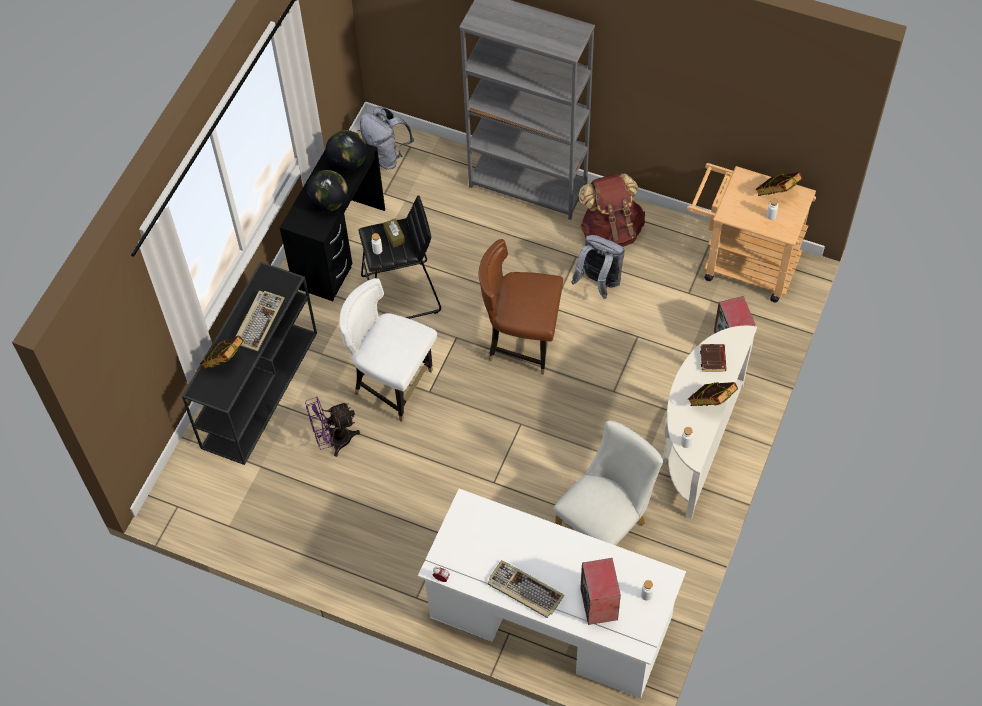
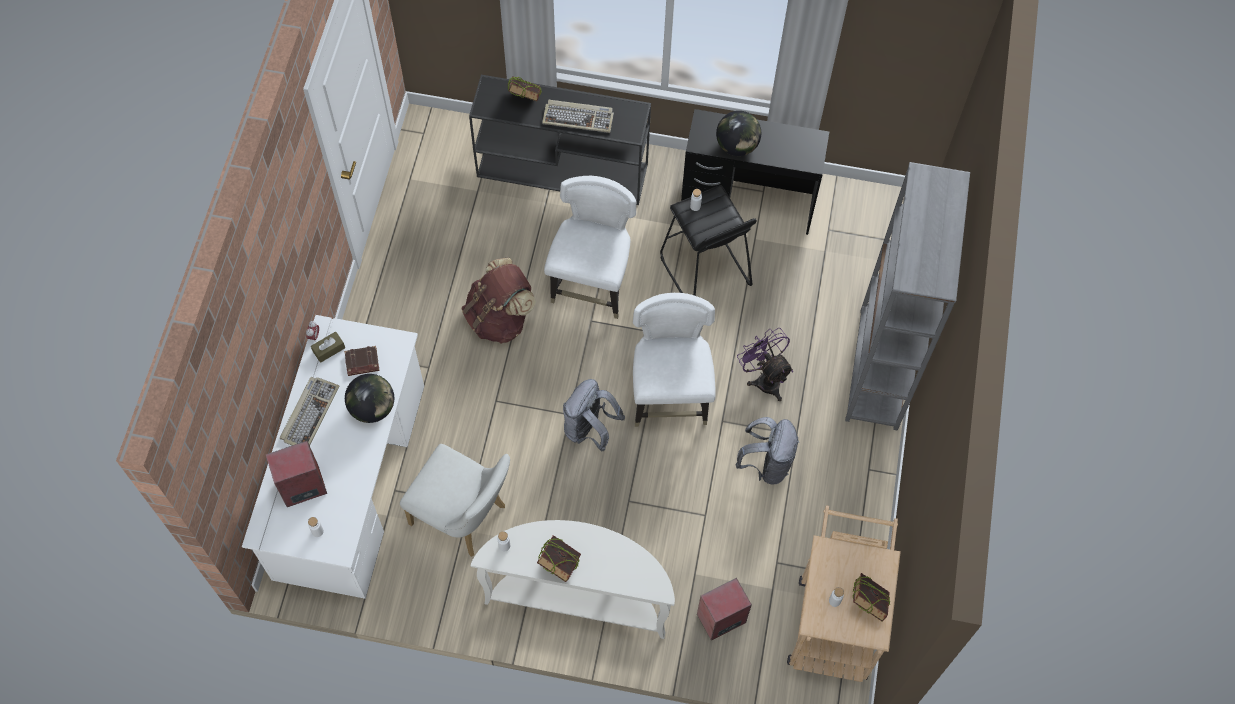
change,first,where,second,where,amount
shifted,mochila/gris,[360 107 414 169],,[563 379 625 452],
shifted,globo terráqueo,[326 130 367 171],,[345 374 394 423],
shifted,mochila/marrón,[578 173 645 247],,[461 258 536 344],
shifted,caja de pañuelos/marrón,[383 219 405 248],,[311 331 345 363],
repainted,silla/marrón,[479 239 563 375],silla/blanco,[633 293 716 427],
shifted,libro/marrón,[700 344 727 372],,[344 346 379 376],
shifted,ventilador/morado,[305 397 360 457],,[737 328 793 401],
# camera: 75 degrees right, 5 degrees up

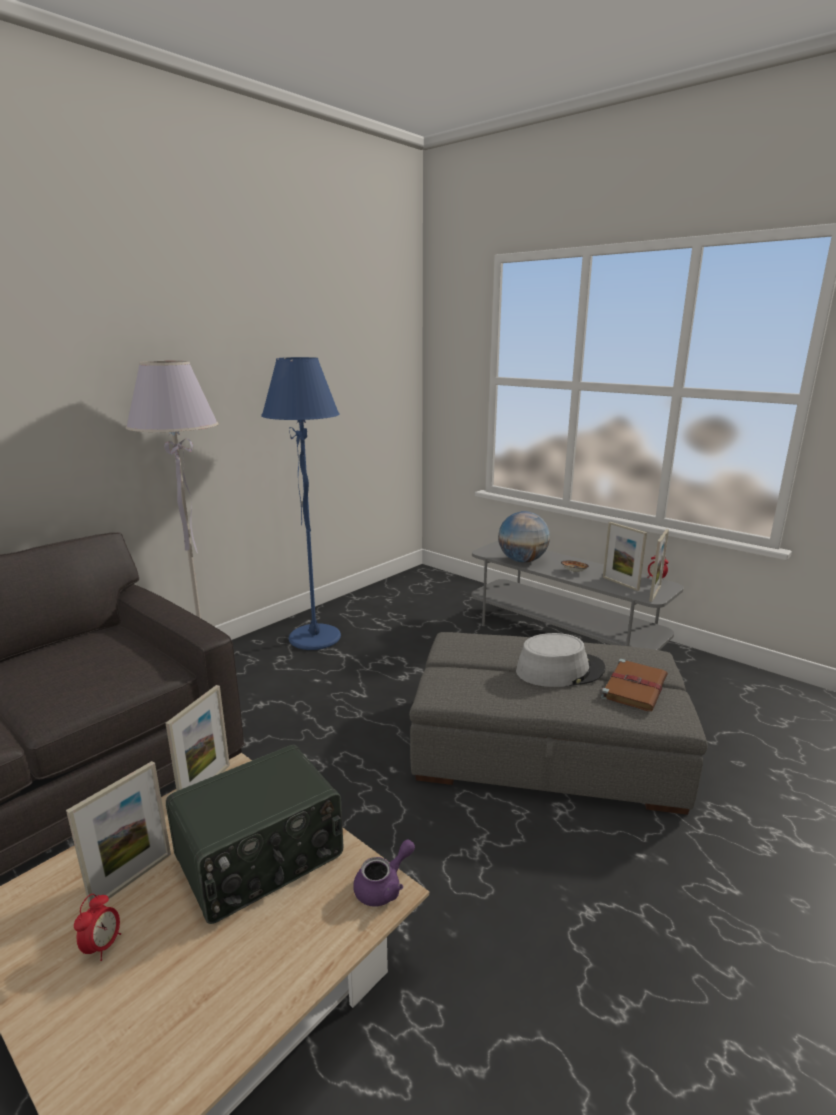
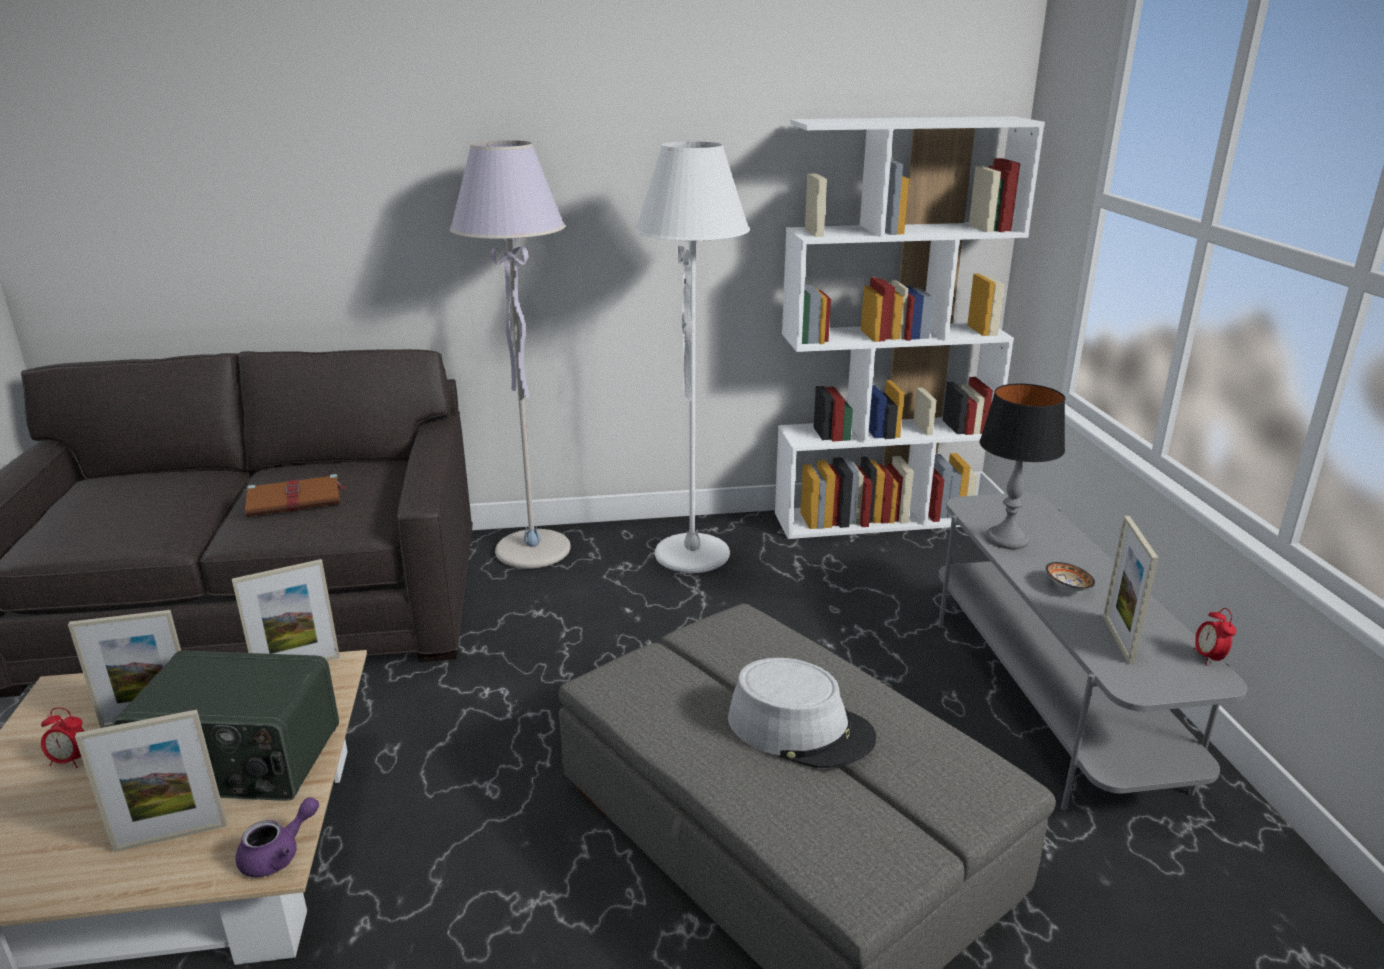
change,first,where,second,where,amount
repainted,lámpara de pie/azul,[261 357 341 650],lámpara de pie/blanco,[635 141 750 573],
swapped,globo terráqueo,[498 511 550 563],lámpara de mesa,[980 383 1065 549],
shifted,portarretratos,[649 529 669 602],,[75 710 227 852],
shifted,libro/marrón,[601 659 668 711],,[245 474 346 517],
rotated,tetera/morado,[353 839 415 907],,[236 797 319 877],45 degrees counterclockwise
rotated,despertador,[74 894 121 961],,[41 707 84 768],45 degrees clockwise
new,,,estantería/blanco,[775 116 1045 539],
# camera: 40 degrees right, 5 degrees up

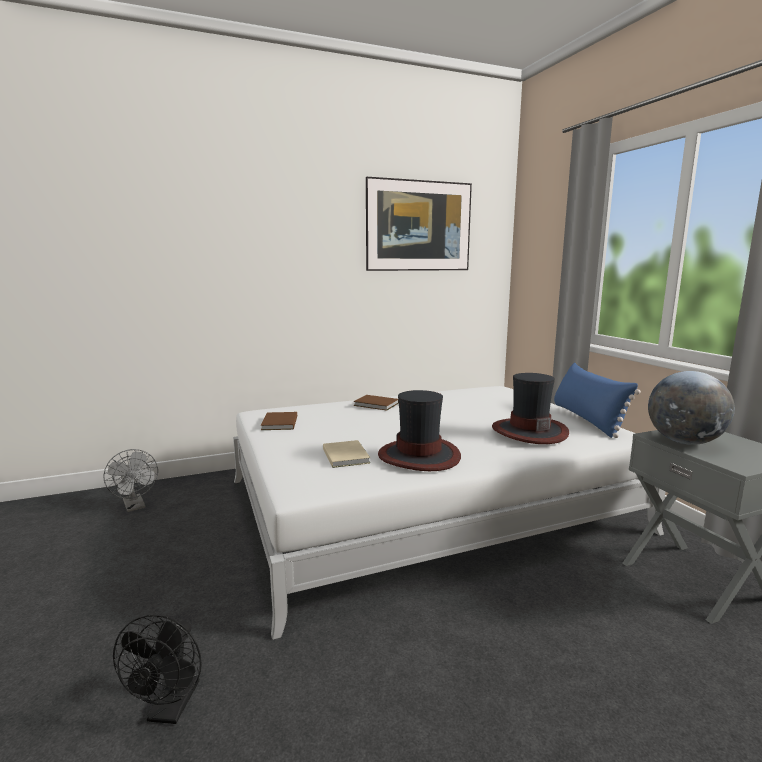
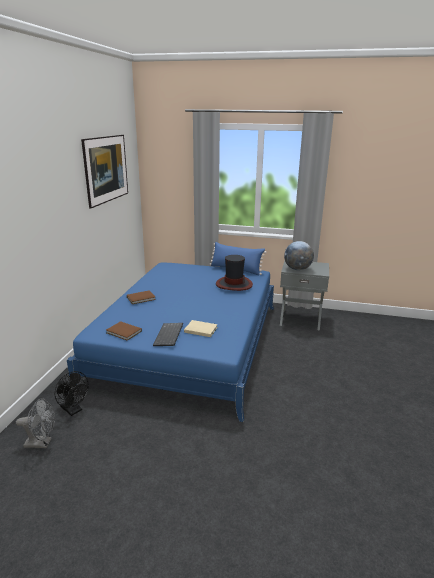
change,first,where,second,where,amount
repainted,cama/blanco,[233 386 665 640],cama/azul,[67 263 274 422],
gone,sombrero,[378 390 461 471],,,
shifted,ventilador/negro,[113 615 202 724],,[55 371 88 416],
new,,,teclado,[153 323 183 346],
# camera: 55 degrees left, 10 degrees up

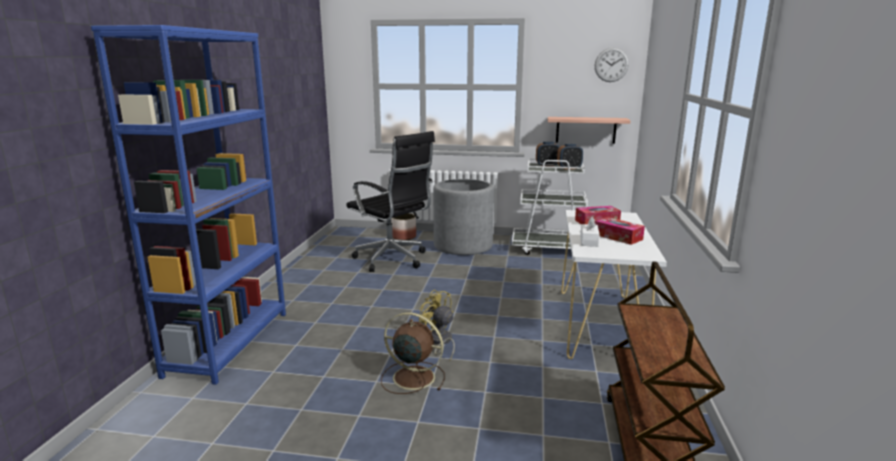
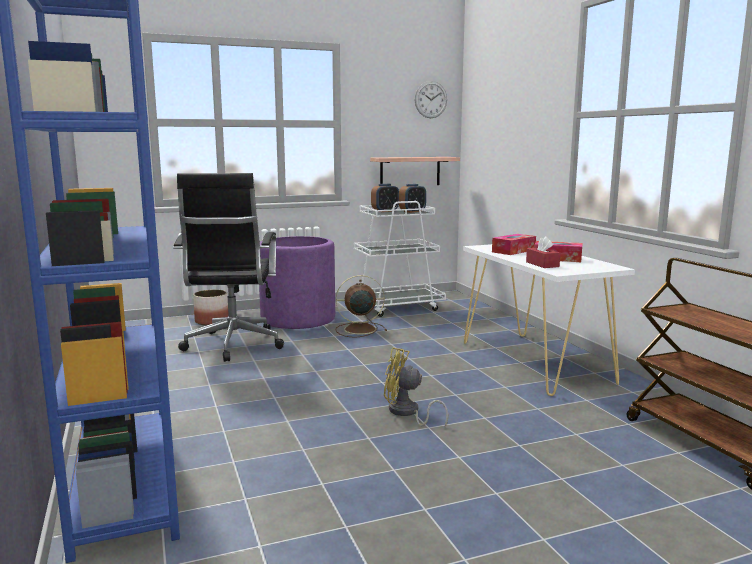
change,first,where,second,where,amount
rotated,silla de oficina/negro,[346 131 435 272],,[173 173 284 362],75 degrees clockwise
repainted,maceta/gris,[433 179 494 255],maceta/morado,[259 236 335 329],
repainted,caja de pañuelos/blanco,[580 216 599 247],caja de pañuelos/rojo,[526 236 560 268],
shifted,ventilador/marrón,[381 312 445 394],,[335 275 387 338],
# camera: 30 degrees left, 5 degrees down

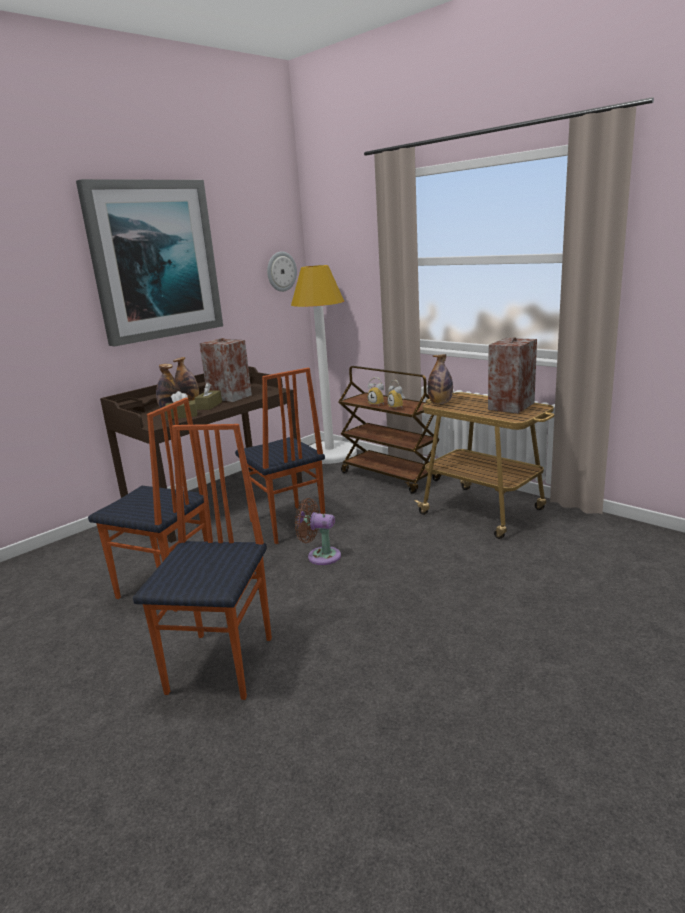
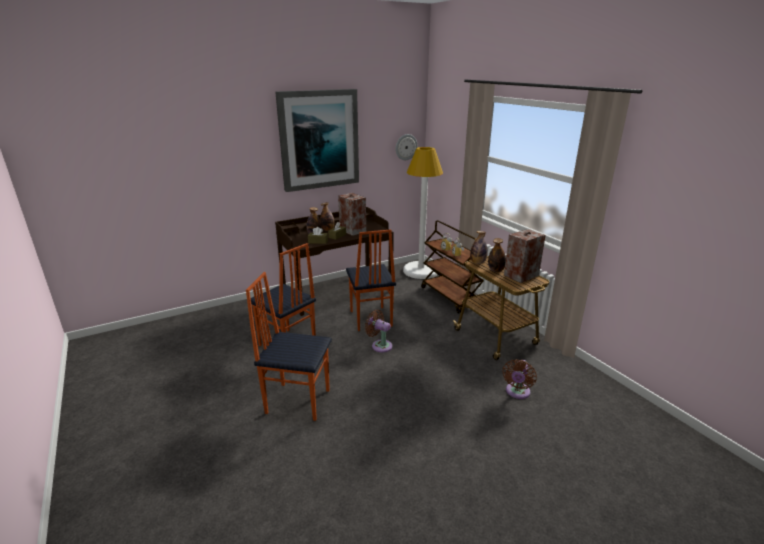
change,first,where,second,where,amount
rotated,silla,[133 424 272 700],,[246 272 332 421],105 degrees counterclockwise
new,,,botella,[488 238 506 272],
new,,,ventilador/marrón,[503 359 537 399],
# camera: 15 degrees right, 5 degrees up

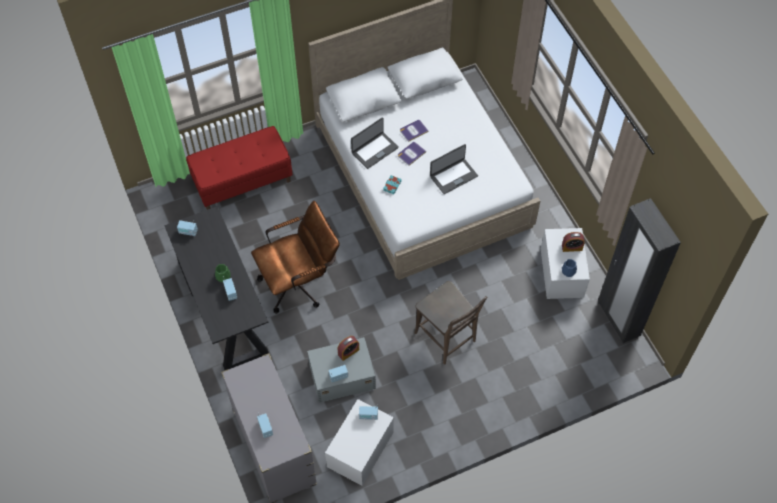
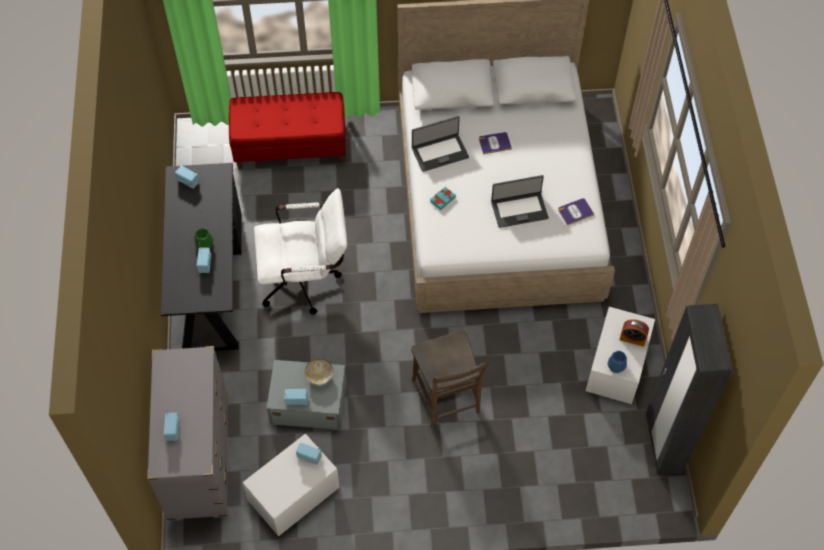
change,first,where,second,where,amount
shifted,libro,[398 142 426 166],,[558 198 595 226],
repainted,silla de oficina/marrón,[251 201 340 314],silla de oficina/blanco,[254 188 347 315],
swapped,despertador,[337 336 359 361],cuenco,[305 359 333 385],
# camera: 20 degrees right, 0 degrees up

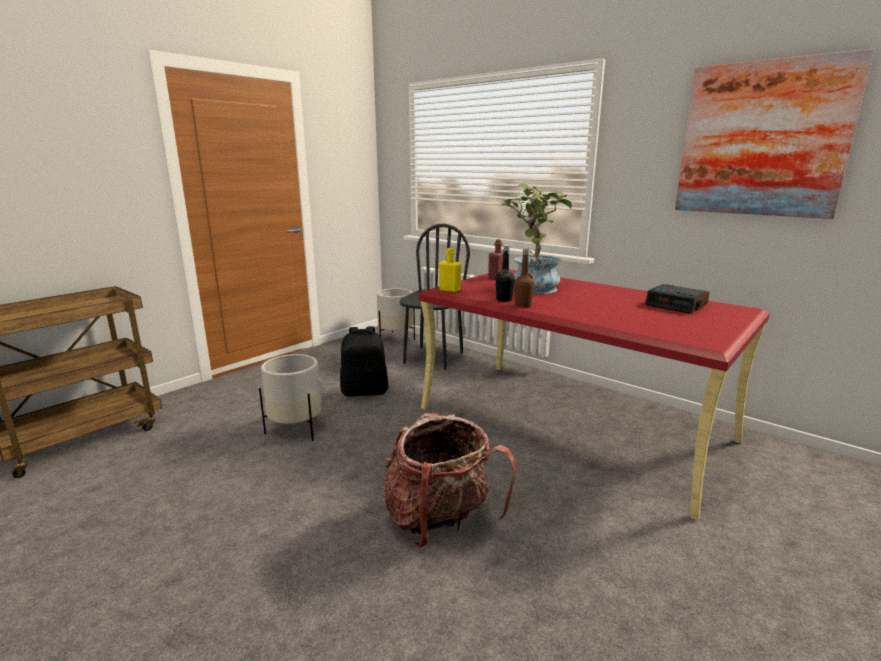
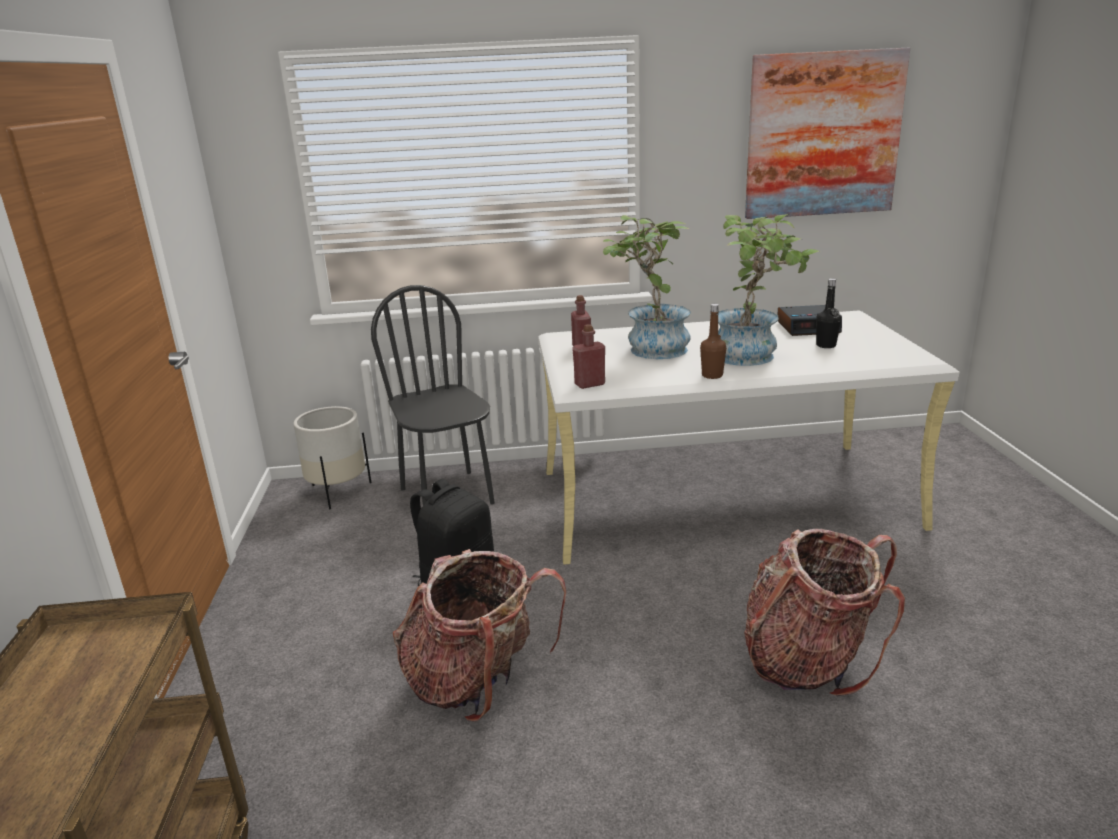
change,first,where,second,where,amount
shifted,botella/negro,[496 245 515 302],,[816 278 841 348],
repainted,botella/amarillo,[439 248 461 292],botella/rojo,[572 324 605 389],
repainted,escritorio/rojo,[418 269 770 520],escritorio/blanco,[538 310 960 565],
swapped,maceta/blanco,[259 354 322 441],mochila,[393 549 566 722],
new,,,planta en maceta,[718 214 819 366],
# camera: 45 degrees left, 5 degrees up

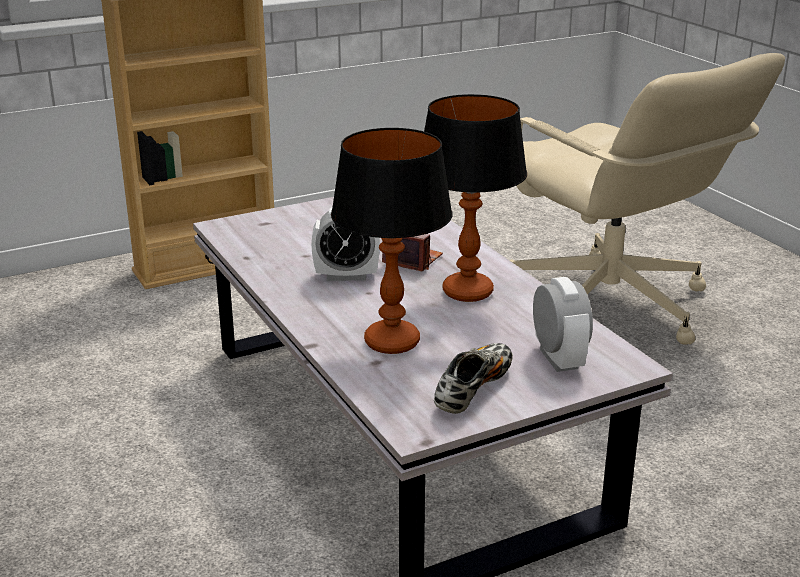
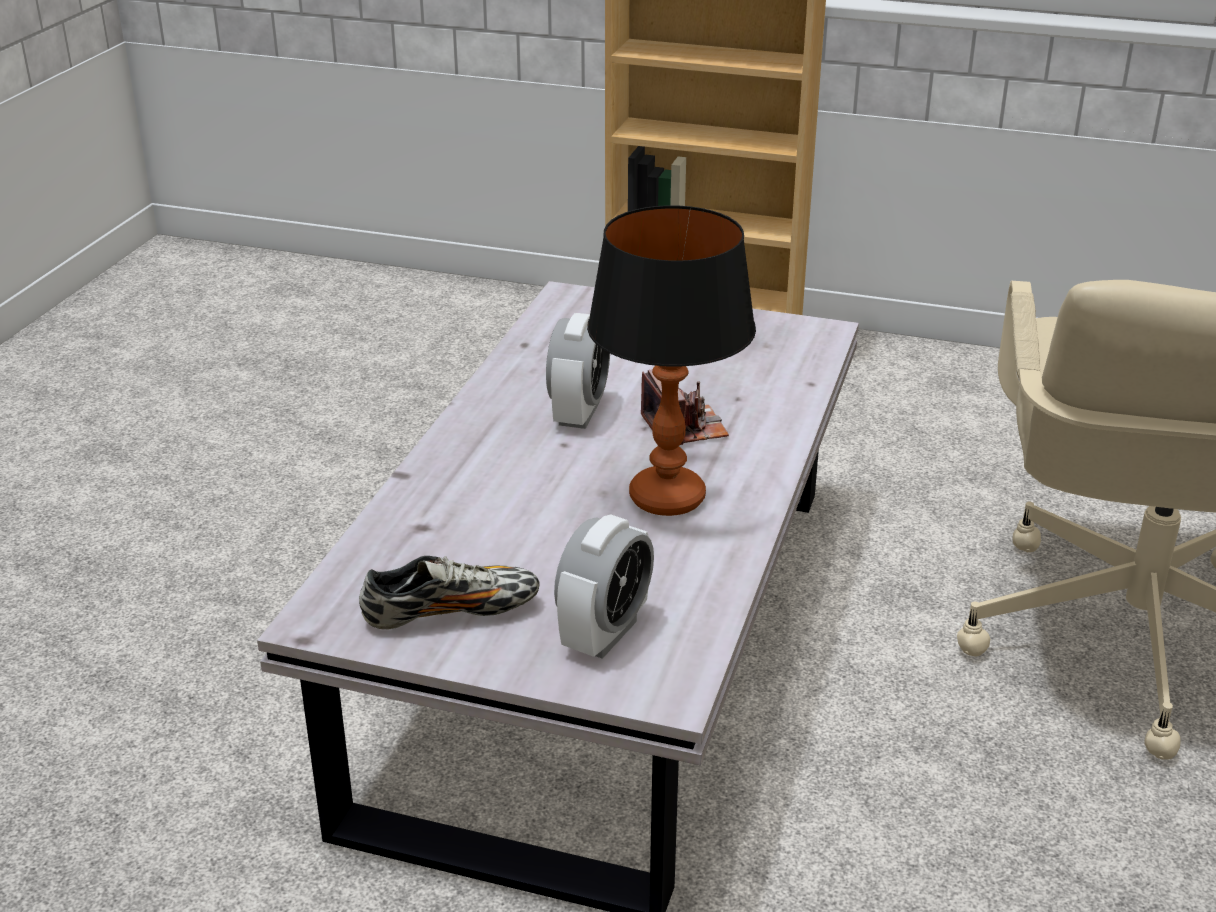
change,first,where,second,where,amount
gone,lámpara de mesa,[331 128 452 354],,,
rotated,despertador,[311 208 380 281],,[546 313 610 429],120 degrees counterclockwise
# camera: 45 degrees right, 5 degrees up

